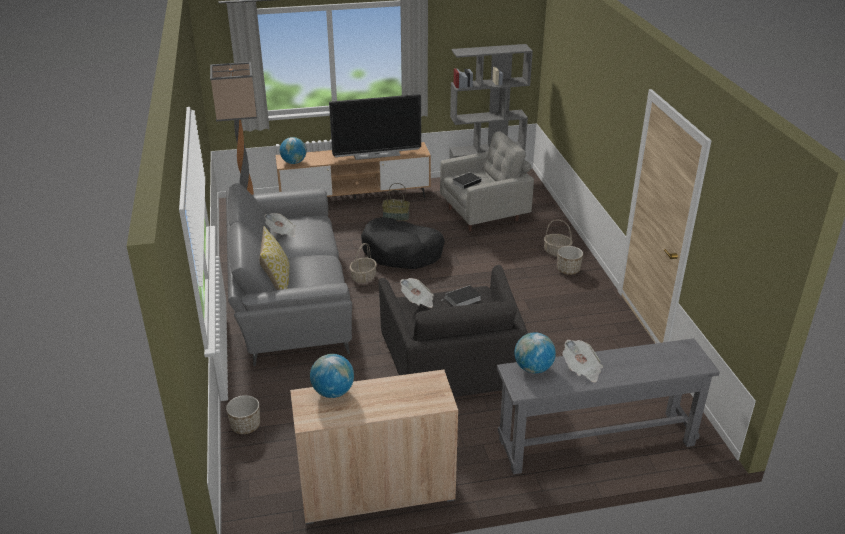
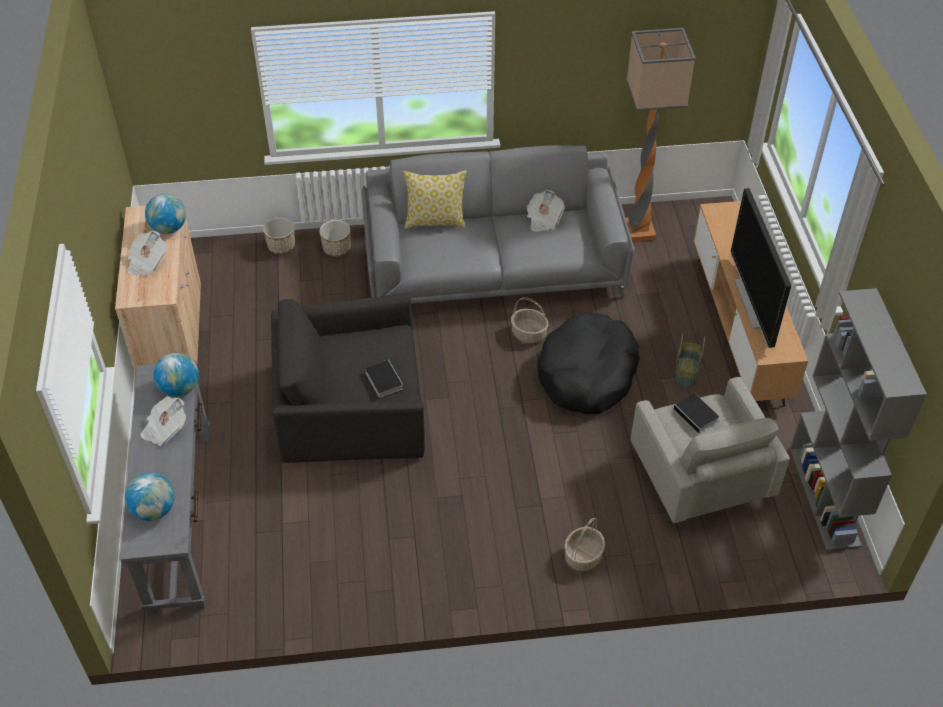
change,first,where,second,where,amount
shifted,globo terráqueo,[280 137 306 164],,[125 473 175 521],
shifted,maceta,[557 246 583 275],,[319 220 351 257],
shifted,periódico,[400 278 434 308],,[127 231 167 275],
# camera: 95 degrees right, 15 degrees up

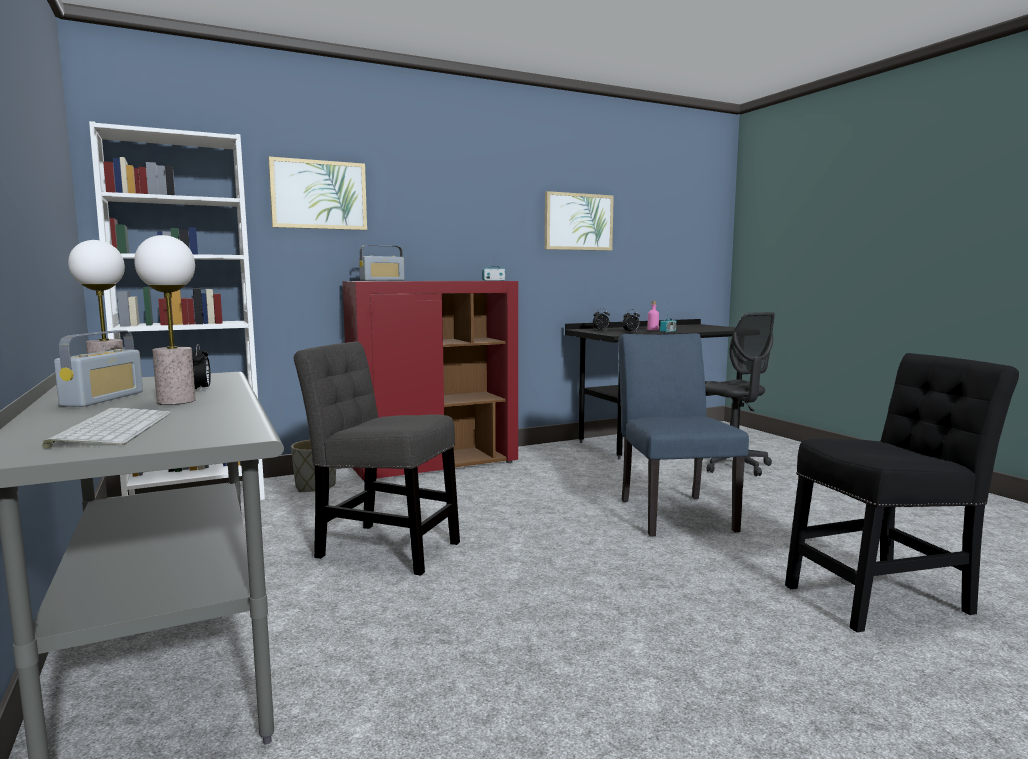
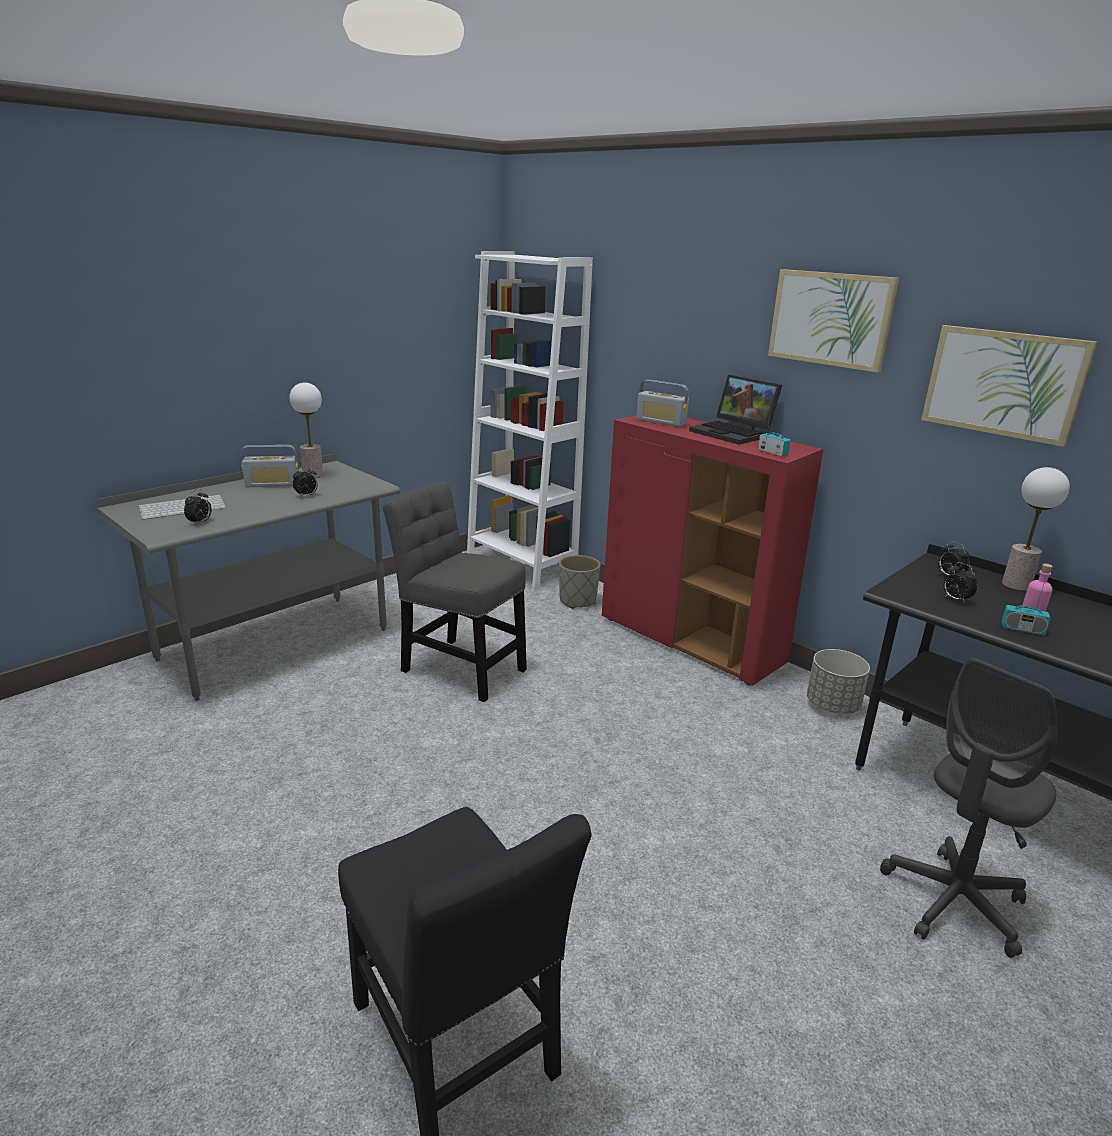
change,first,where,second,where,amount
shifted,cuadro,[268 157 367 230],,[768 269 899 373],
shifted,lámpara de mesa,[134 235 196 405],,[1002 467 1070 591],
gone,silla/azul,[618 333 749 537],,,
rotated,silla/gris,[294 342 460 575],,[383 481 527 702],60 degrees counterclockwise
new,,,portátil,[689 375 782 445],
new,,,despertador,[184 489 212 525],
new,,,maceta/gris,[807 649 870 714],
# camera: 70 degrees right, 15 degrees up

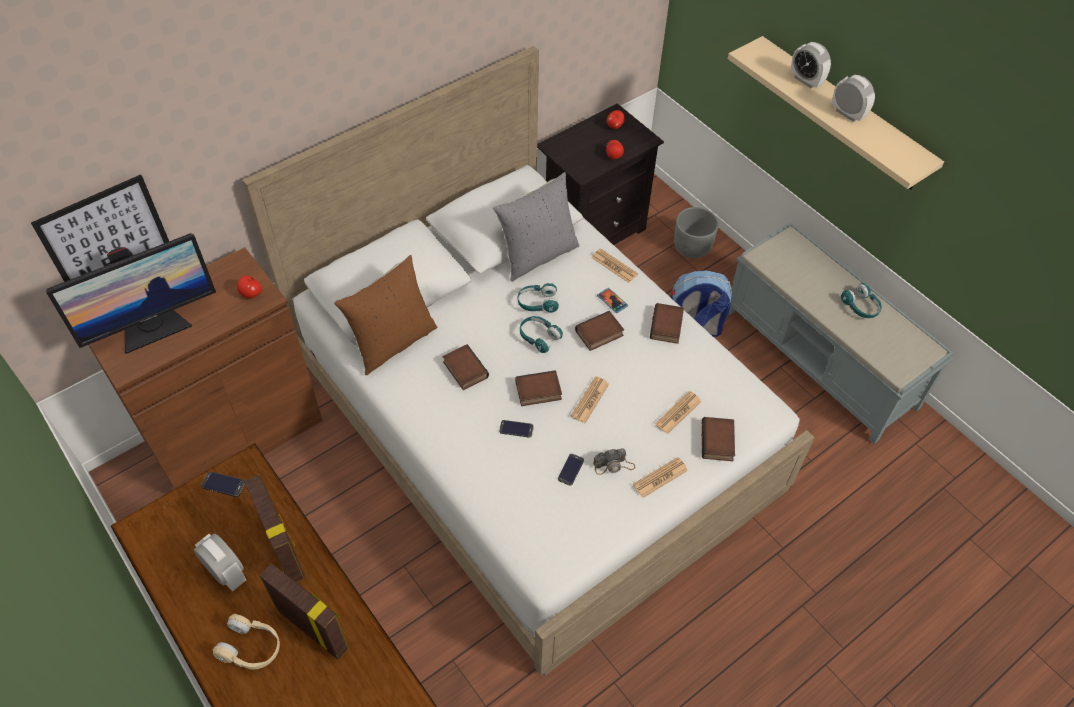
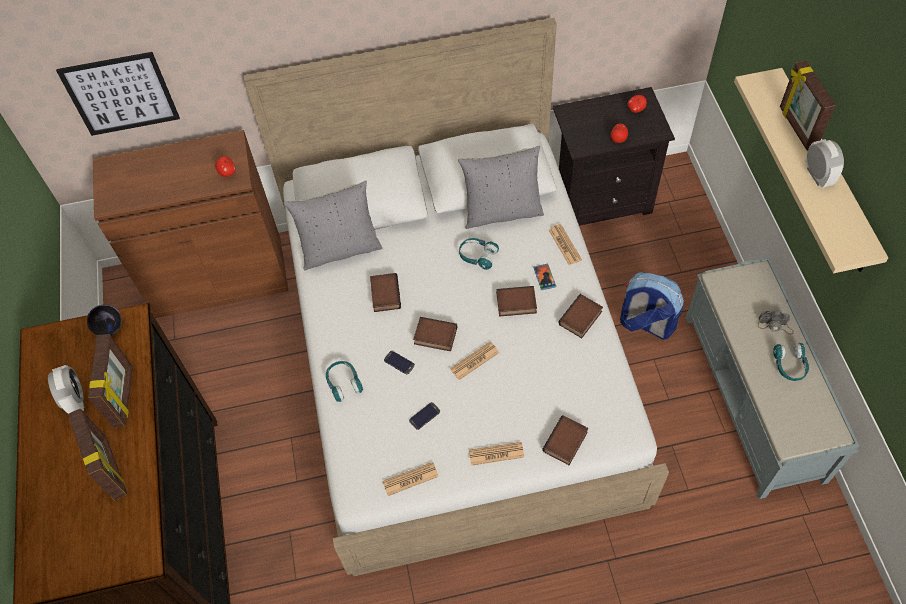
change,first,where,second,where,amount
swapped,despertador,[791 42 831 88],portarretratos,[780 61 836 151],
gone,maceta/gris,[674 207 719 258],,,
gone,monitor,[46 233 216 354],,,
repainted,cojín/marrón,[334 255 437 375],cojín/gris,[284 181 382 270],
shifted,auriculares/turquesa,[520 316 563 353],,[326 361 363 402],
shifted,periódico,[655 391 702 435],,[382 462 439 496],
shifted,cámara,[593 448 635 475],,[758 311 794 335],
swapped,móvil,[201 472 245 497],cuenco/negro,[87 305 122 336],
gone,auriculares/beis,[212 614 280 670],,,
# camera: 30 degrees right, 5 degrees up

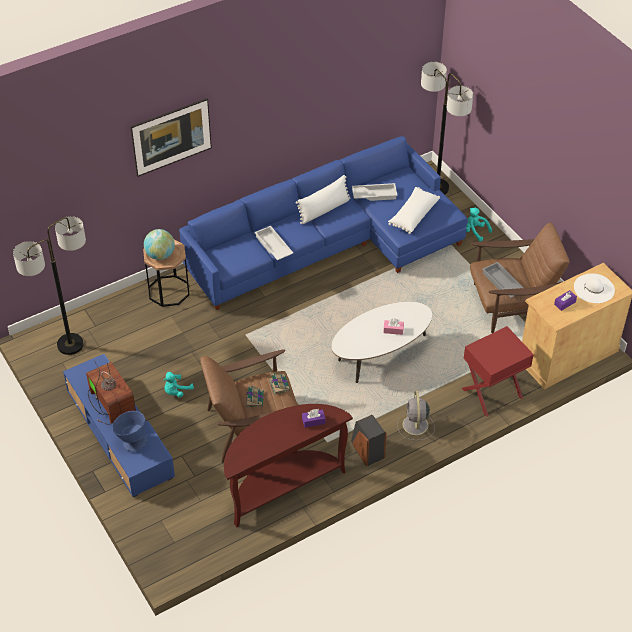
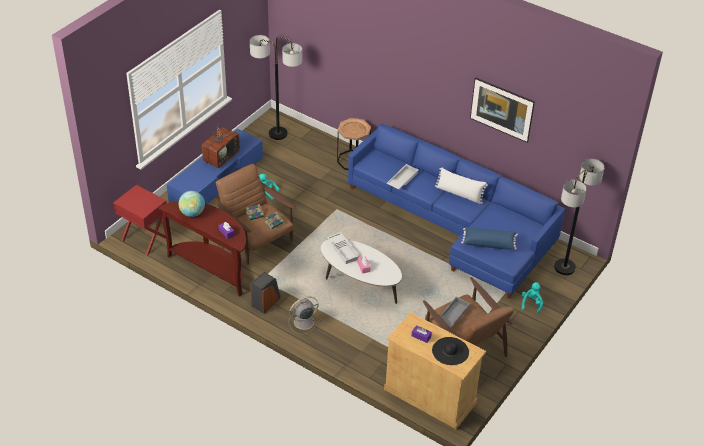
change,first,where,second,where,amount
shifted,cuadro,[130 98 212 177],,[470 78 535 143],
shifted,bandeja/blanco,[352 183 397 201],,[327 232 359 264],
repainted,cojín/blanco,[388 187 440 234],cojín/azul,[461 227 518 250],
shifted,globo terráqueo,[144 229 175 260],,[179 191 205 217],
repainted,sombrero/blanco,[574 273 615 303],sombrero/negro,[432 337 469 365],
shifted,mesita de noche/rojo,[462 326 534 417],,[113 185 167 256],
gone,cuenco/azul,[112 411 148 451],,,
# camera: 65 degrees right, 5 degrees down

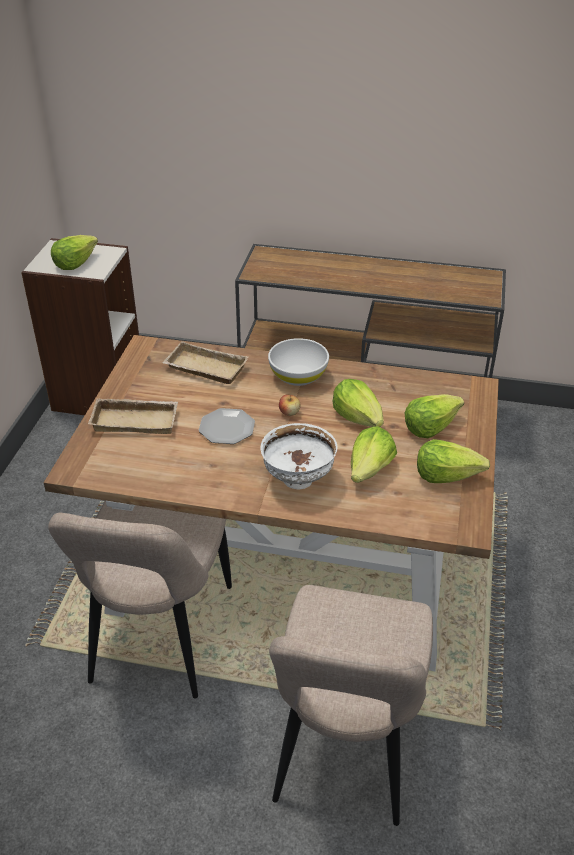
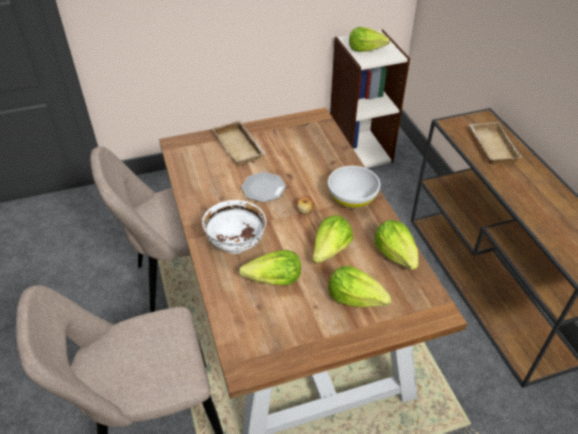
change,first,where,second,where,amount
shifted,bandeja/beis,[162 341 248 384],,[469 122 522 164],
shifted,lechuga,[417 439 490 483],,[374 220 419 270],
# camera: 60 degrees right, 5 degrees up

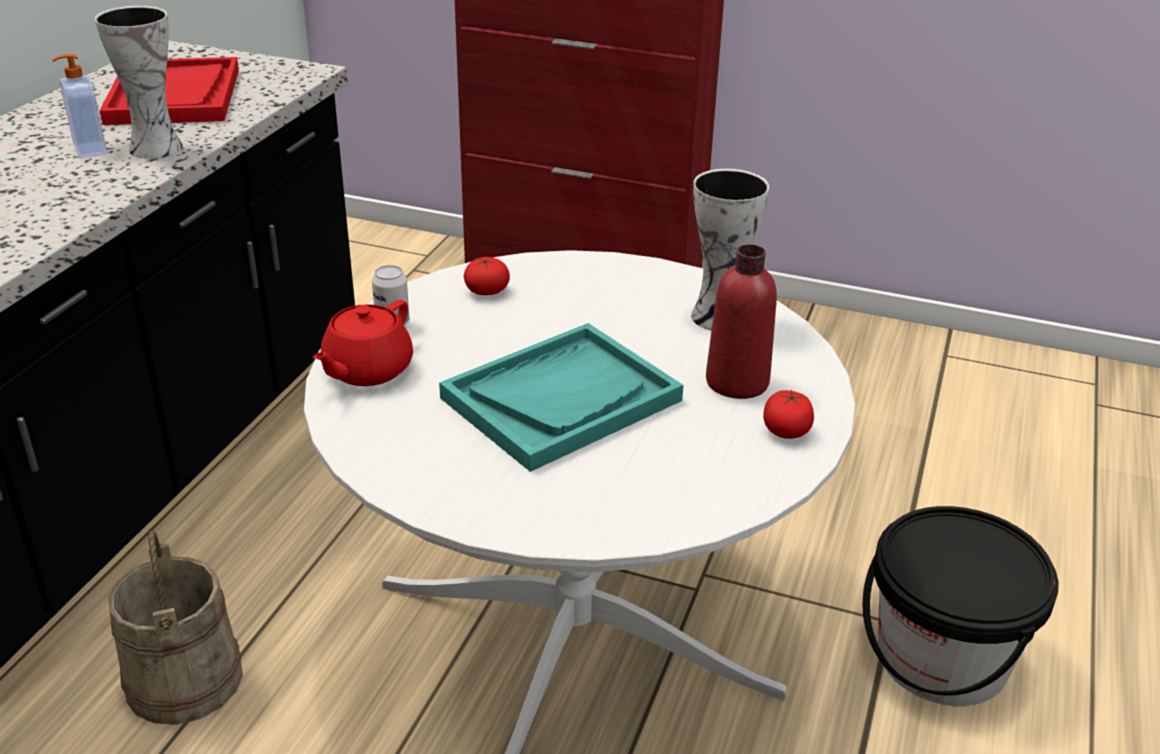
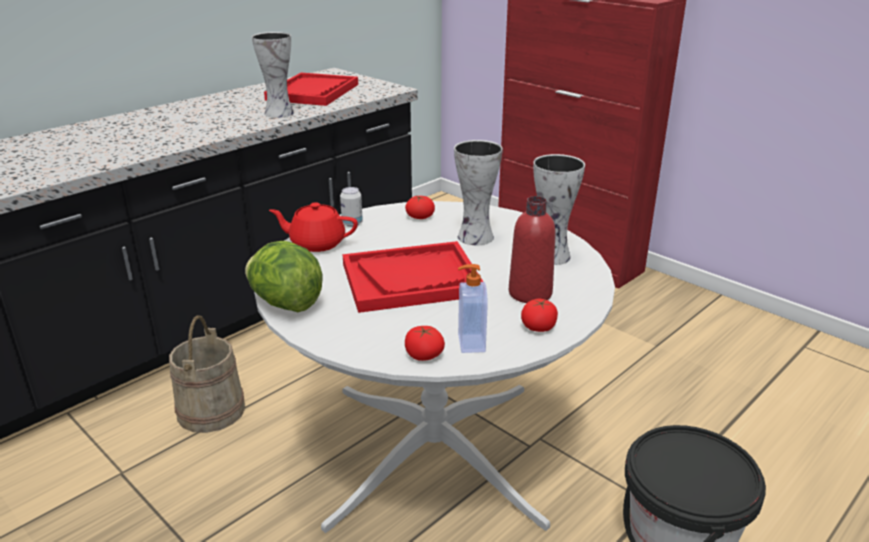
change,first,where,second,where,amount
shifted,dispensador de jabón,[52 54 107 159],,[458 264 488 353],
rotated,tetera/rojo,[313 300 413 386],,[269 202 358 252],45 degrees clockwise
repainted,bandeja/turquesa,[439 323 683 472],bandeja/rojo,[342 241 483 313],
new,,,florero,[454 140 503 245],
new,,,lechuga,[245 241 323 312],
new,,,tomate,[405 326 445 361],
# camera: 25 degrees right, 5 degrees down

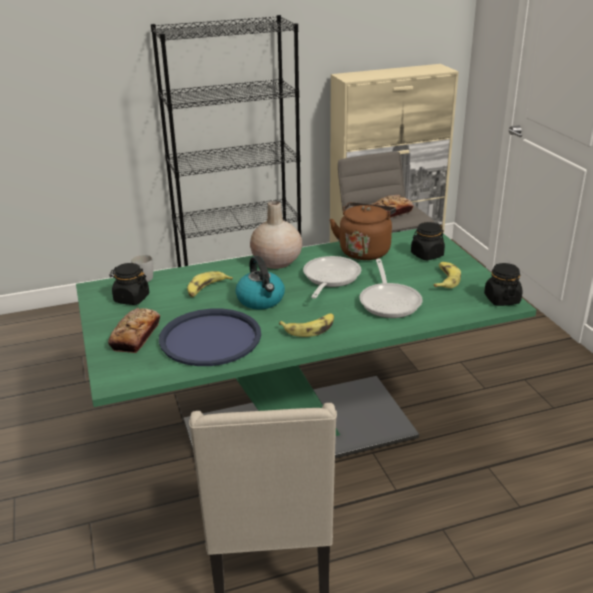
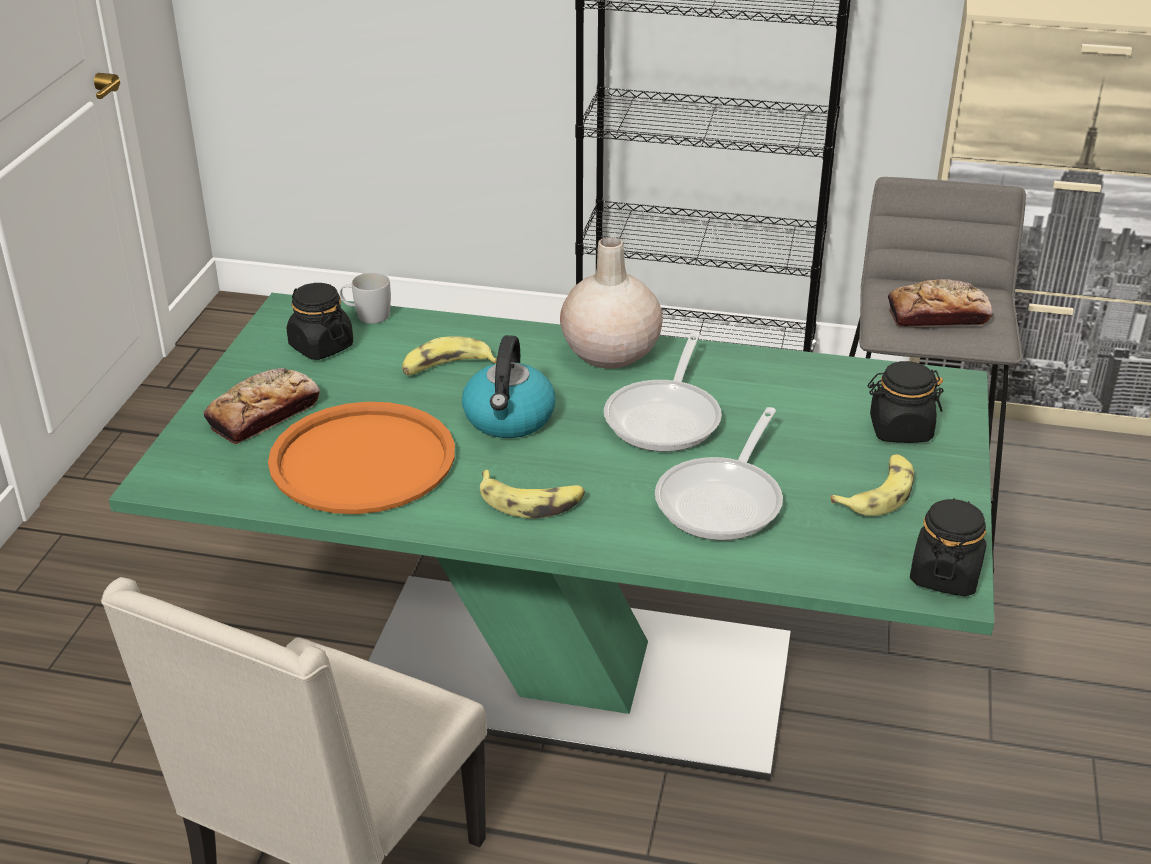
change,first,where,second,where,amount
gone,hervidor/marrón,[329 202 396 260],,,
rotated,sartén,[303 256 361 299],,[604 332 722 452],150 degrees clockwise
repainted,bandeja/azul,[159 308 261 366],bandeja/naranja,[268 402 455 514],
# camera: 30 degrees right, 5 degrees up

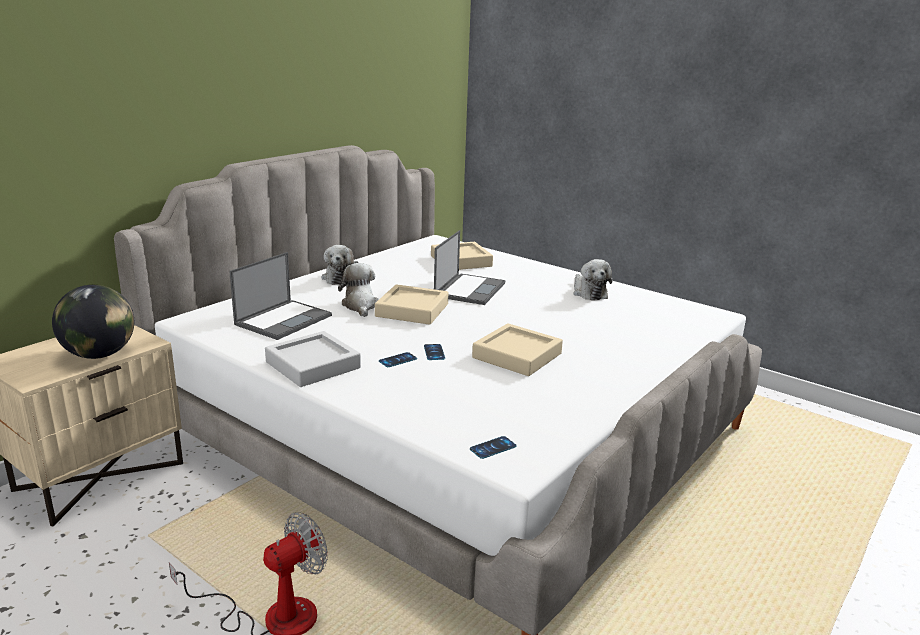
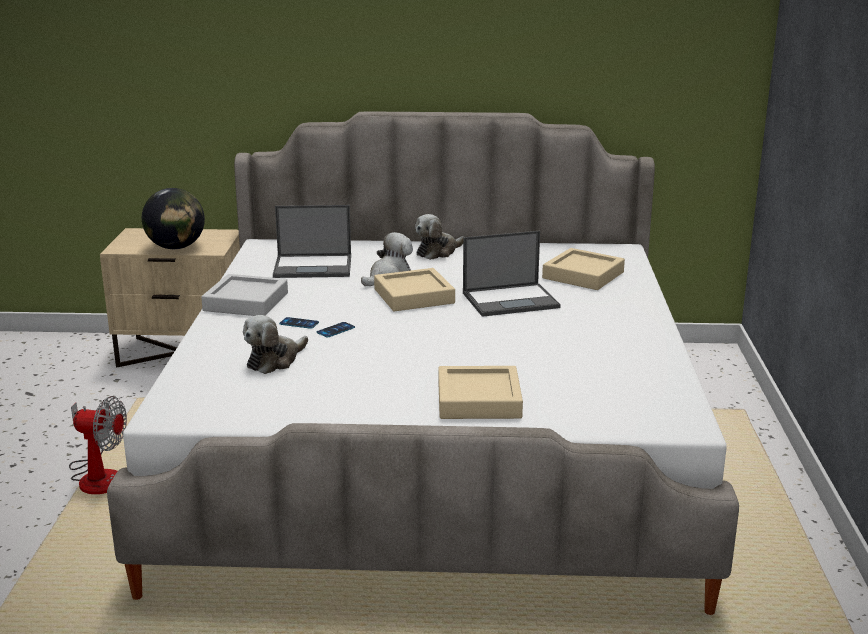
change,first,where,second,where,amount
shifted,peluche,[573 259 612 300],,[243 315 308 374],
shifted,bandeja/beis,[472 323 563 376],,[438 366 523 419],
gone,móvil,[470 436 516 459],,,
# camera: 55 degrees right, 0 degrees up

